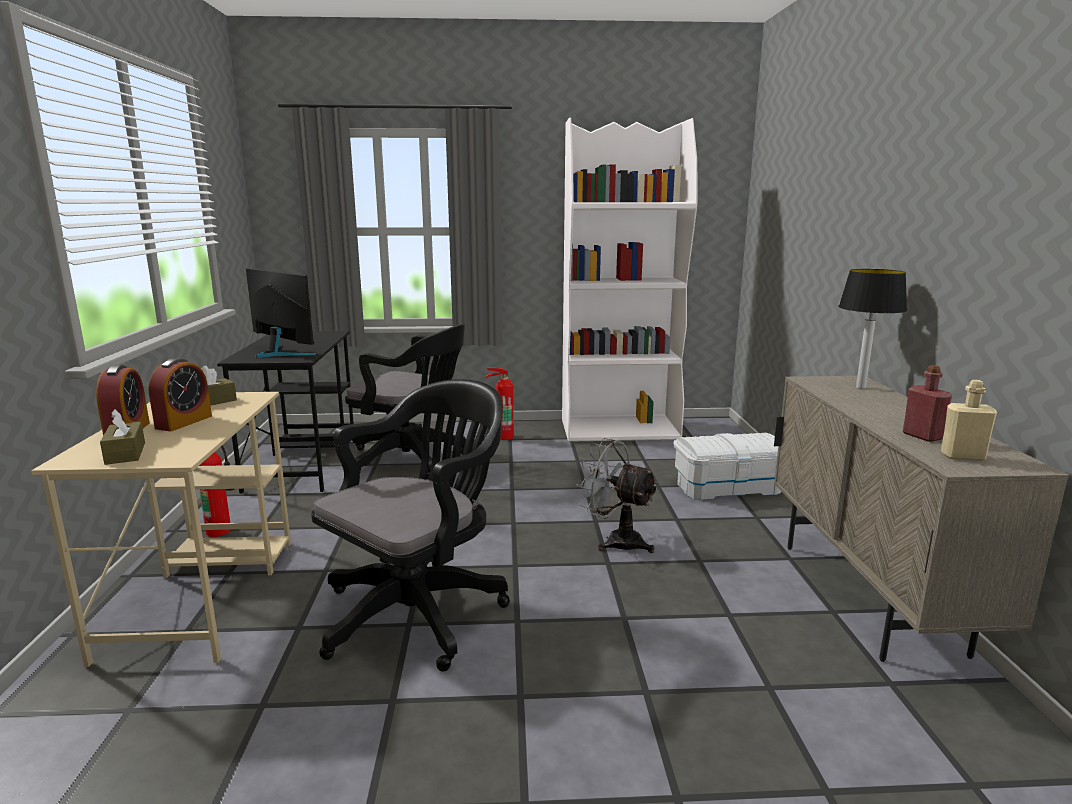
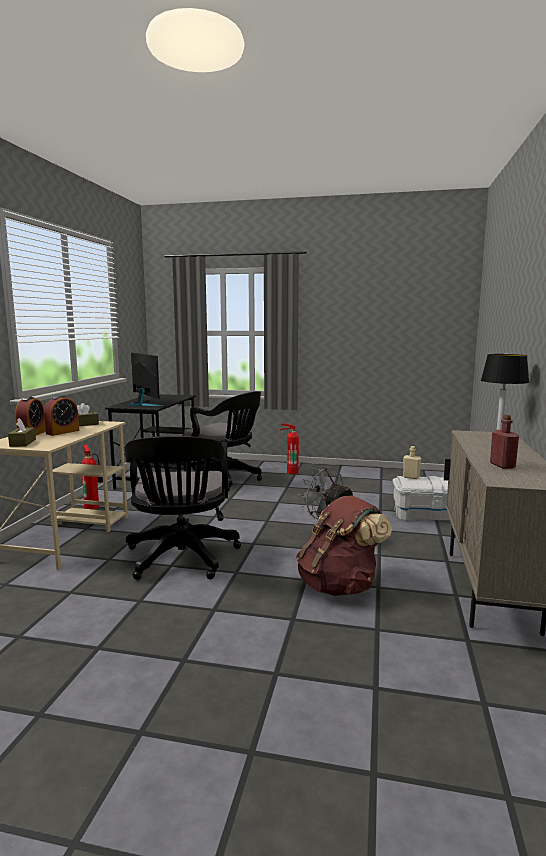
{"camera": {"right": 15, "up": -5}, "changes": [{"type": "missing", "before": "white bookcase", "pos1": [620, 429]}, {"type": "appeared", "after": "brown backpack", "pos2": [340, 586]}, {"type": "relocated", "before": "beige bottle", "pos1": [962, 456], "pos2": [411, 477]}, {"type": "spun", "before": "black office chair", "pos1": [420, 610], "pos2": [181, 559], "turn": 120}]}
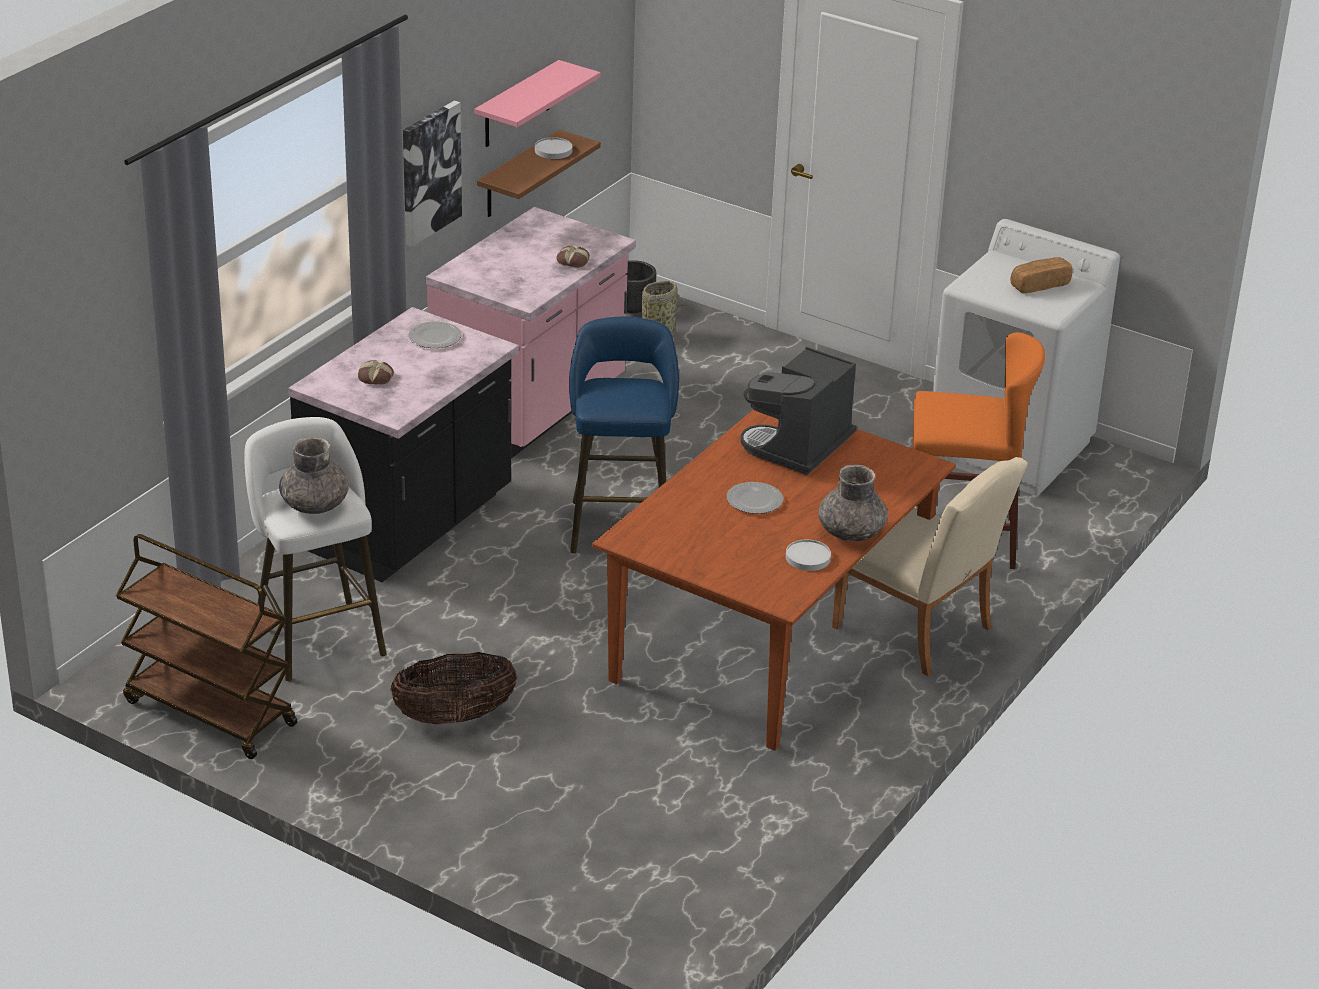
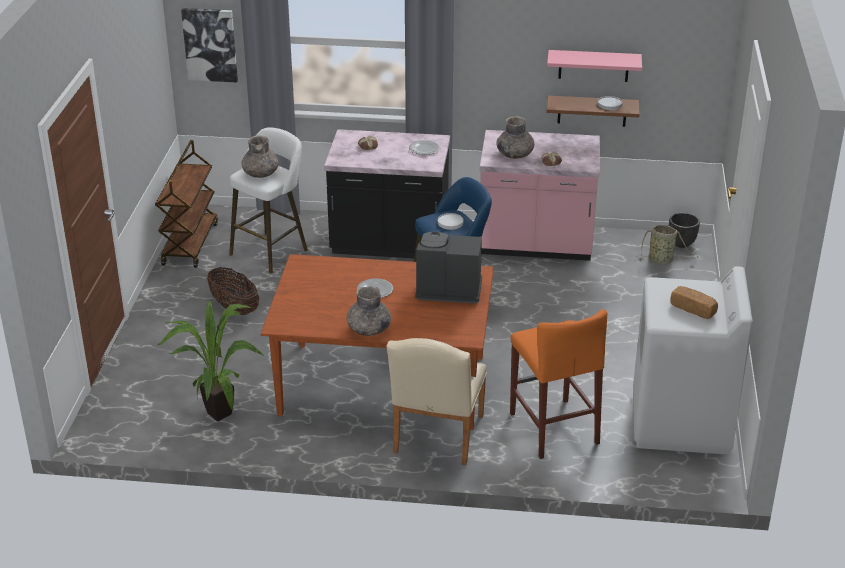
{"camera": {"right": 65, "up": 0}, "changes": [{"type": "appeared", "after": "potted plant", "pos2": [216, 411]}, {"type": "appeared", "after": "grey vase", "pos2": [514, 154]}, {"type": "relocated", "before": "picture", "pos1": [429, 172], "pos2": [210, 44]}, {"type": "relocated", "before": "white plate", "pos1": [807, 558], "pos2": [450, 223]}]}
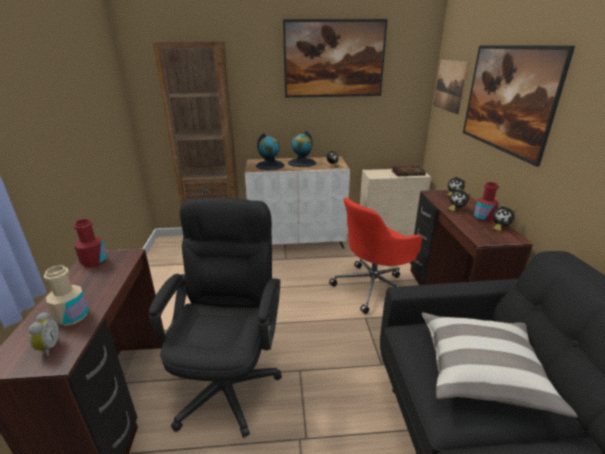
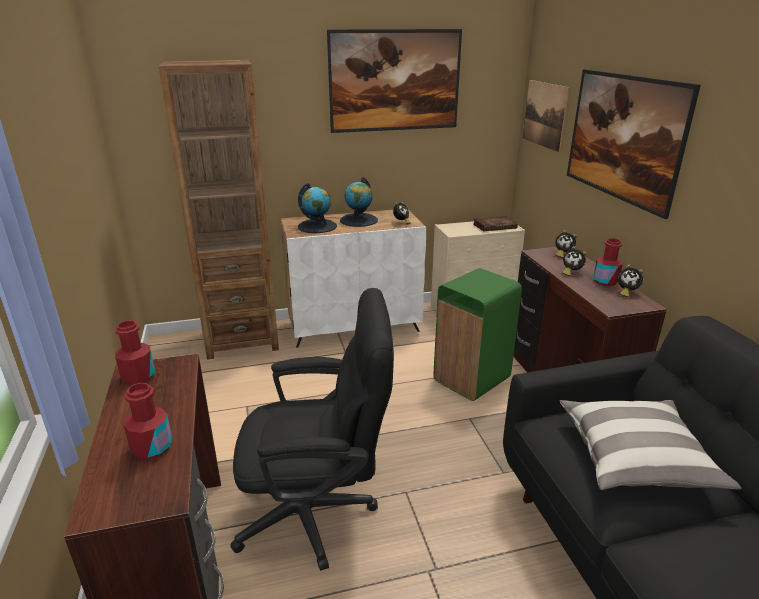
{"camera": {"right": -10, "up": 0}, "changes": [{"type": "missing", "before": "alarm clock", "pos1": [48, 348]}, {"type": "exchanged", "before": "red office chair", "after": "green trash can", "pos1": [374, 287], "pos2": [470, 379]}, {"type": "colour", "before": "beige bottle", "after": "red bottle", "pos1": [72, 316], "pos2": [152, 447]}, {"type": "spun", "before": "black office chair", "pos1": [229, 377], "pos2": [318, 512], "turn": 90}]}
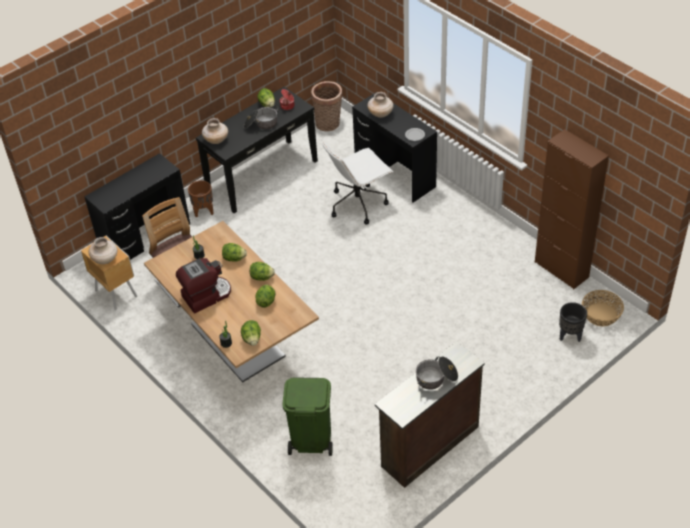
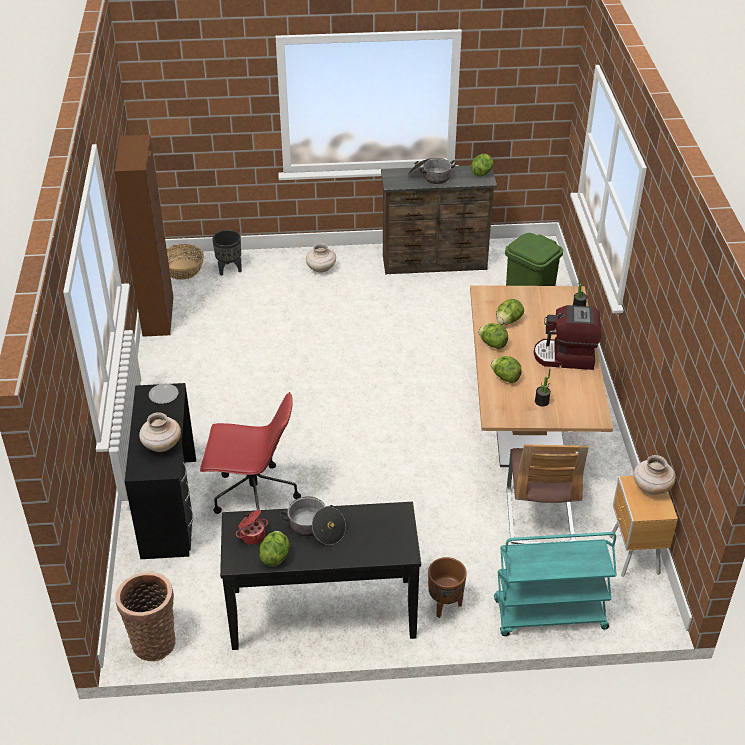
{"camera": {"right": -145, "up": -5}, "changes": [{"type": "relocated", "before": "beige vase", "pos1": [216, 140], "pos2": [321, 269]}, {"type": "relocated", "before": "lettuce", "pos1": [252, 339], "pos2": [482, 173]}, {"type": "exchanged", "before": "black desk", "after": "turquoise cart", "pos1": [145, 237], "pos2": [549, 615]}, {"type": "colour", "before": "white office chair", "after": "red office chair", "pos1": [358, 203], "pos2": [253, 496]}]}
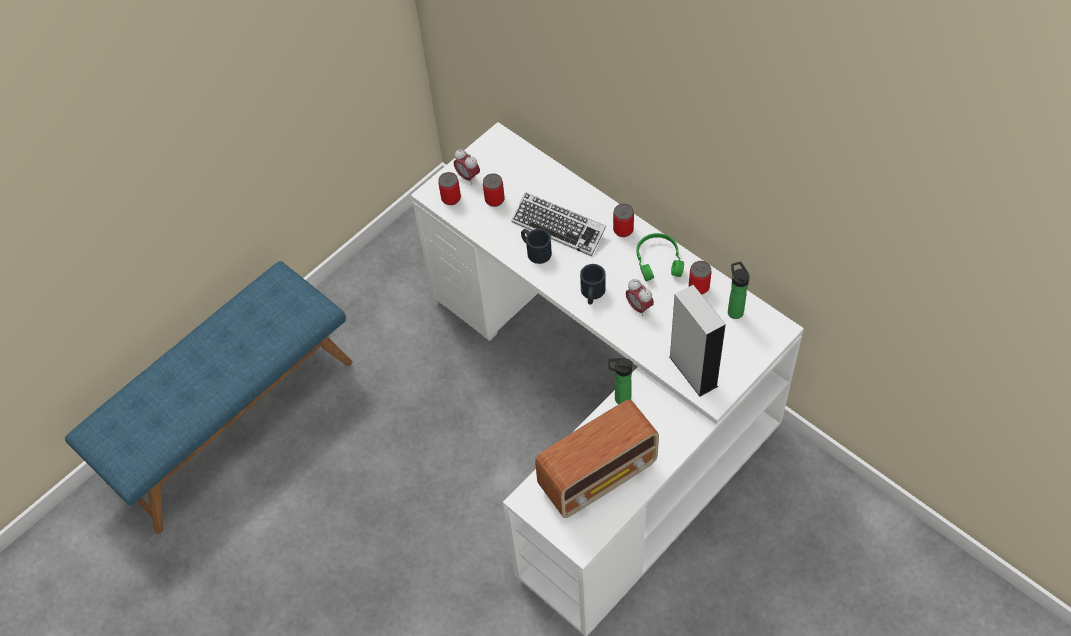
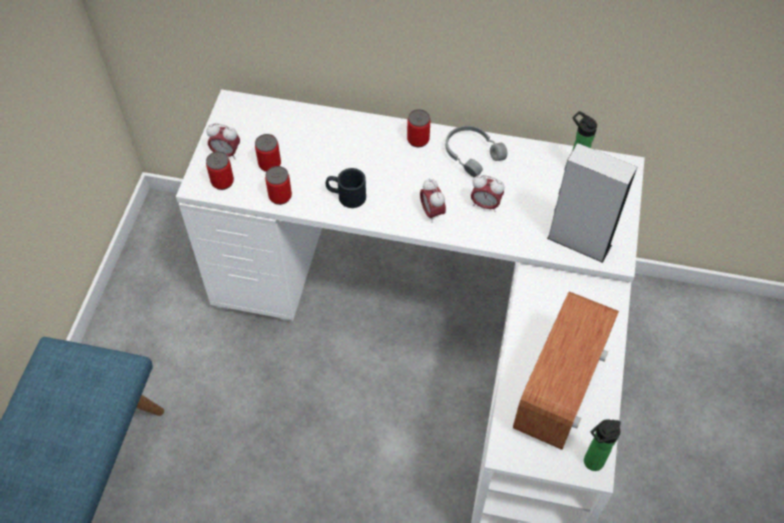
{"camera": {"right": -35, "up": 0}, "changes": [{"type": "missing", "before": "keyboard", "pos1": [558, 227]}, {"type": "relocated", "before": "bottle", "pos1": [620, 399], "pos2": [590, 463]}, {"type": "relocated", "before": "can", "pos1": [699, 287], "pos2": [280, 196]}, {"type": "exchanged", "before": "black mug", "after": "alarm clock", "pos1": [592, 294], "pos2": [432, 212]}, {"type": "colour", "before": "green headphones", "after": "grey headphones", "pos1": [659, 261], "pos2": [472, 154]}]}
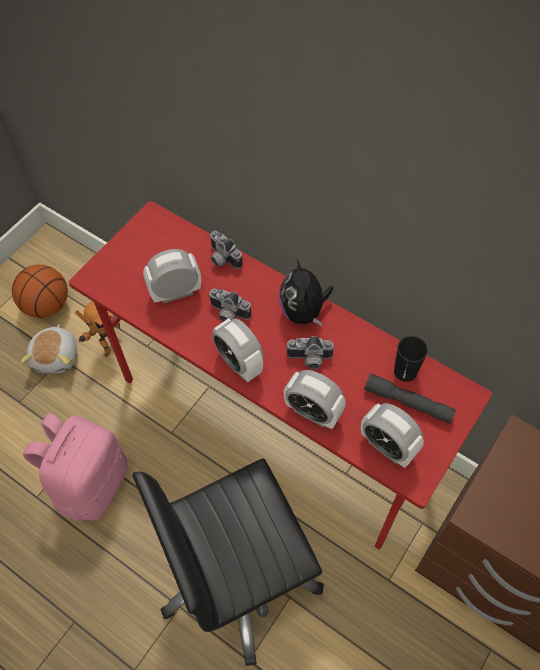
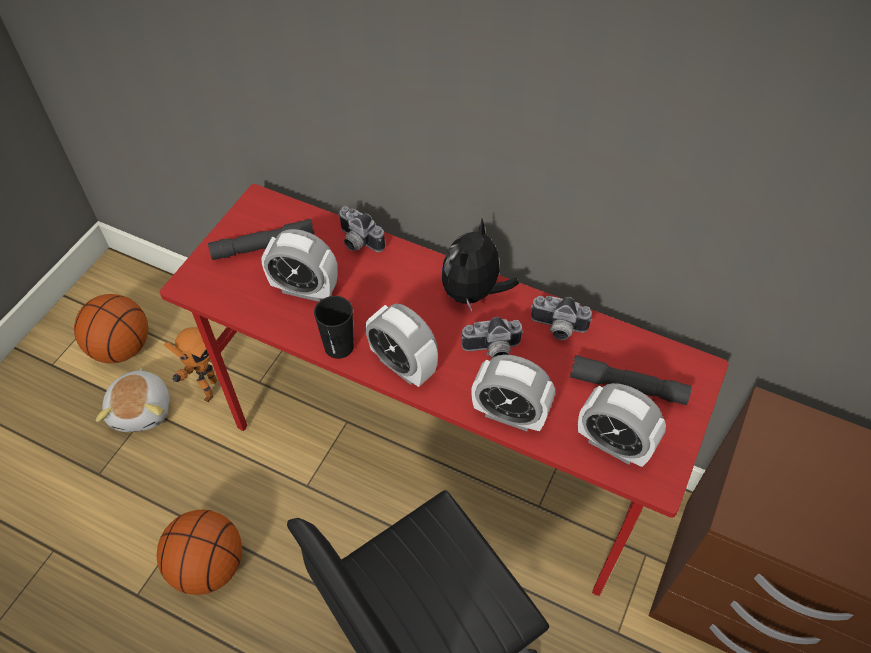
{"camera": {"right": -10, "up": -5}, "changes": [{"type": "appeared", "after": "grey flashlight", "pos2": [263, 247]}, {"type": "relocated", "before": "photo camera", "pos1": [227, 314], "pos2": [557, 329]}, {"type": "relocated", "before": "black cup", "pos1": [405, 371], "pos2": [339, 346]}, {"type": "exchanged", "before": "pink backpack", "after": "basketball", "pos1": [90, 483], "pos2": [209, 565]}, {"type": "spun", "before": "alarm clock", "pos1": [176, 293], "pos2": [304, 289], "turn": -135}, {"type": "spun", "before": "plush toy", "pos1": [304, 312], "pos2": [473, 293], "turn": 45}]}
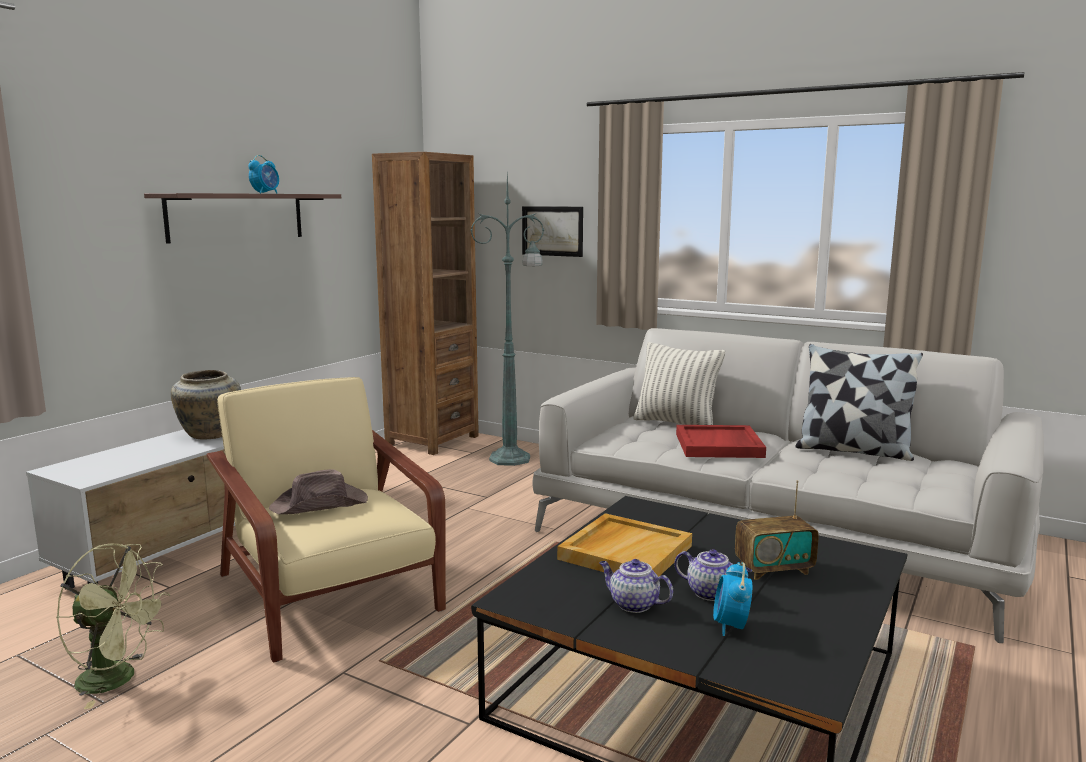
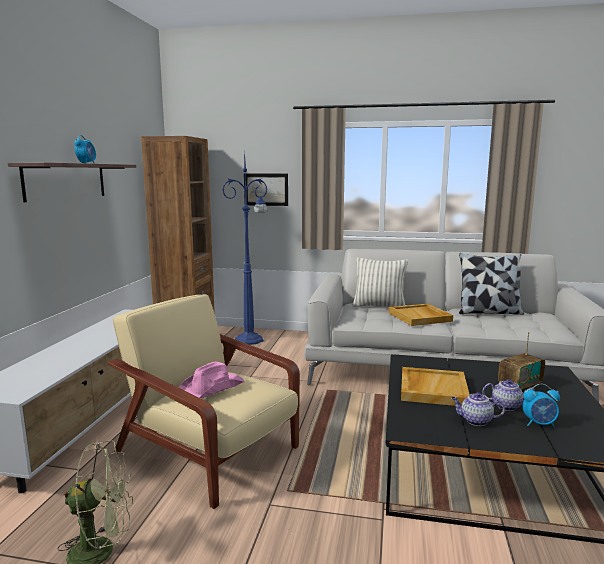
{"camera": {"right": -20, "up": 0}, "changes": [{"type": "missing", "before": "beige vase", "pos1": [209, 435]}, {"type": "colour", "before": "brown hat", "after": "pink hat", "pos1": [320, 505], "pos2": [212, 388]}, {"type": "colour", "before": "green floor lamp", "after": "blue floor lamp", "pos1": [512, 458], "pos2": [250, 340]}, {"type": "colour", "before": "red tray", "after": "beige tray", "pos1": [719, 445], "pos2": [420, 317]}, {"type": "spun", "before": "alarm clock", "pos1": [731, 626], "pos2": [539, 424], "turn": -75}]}
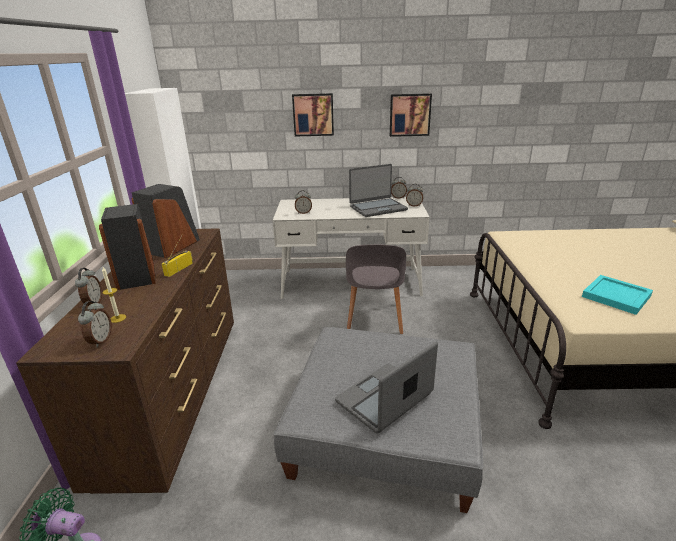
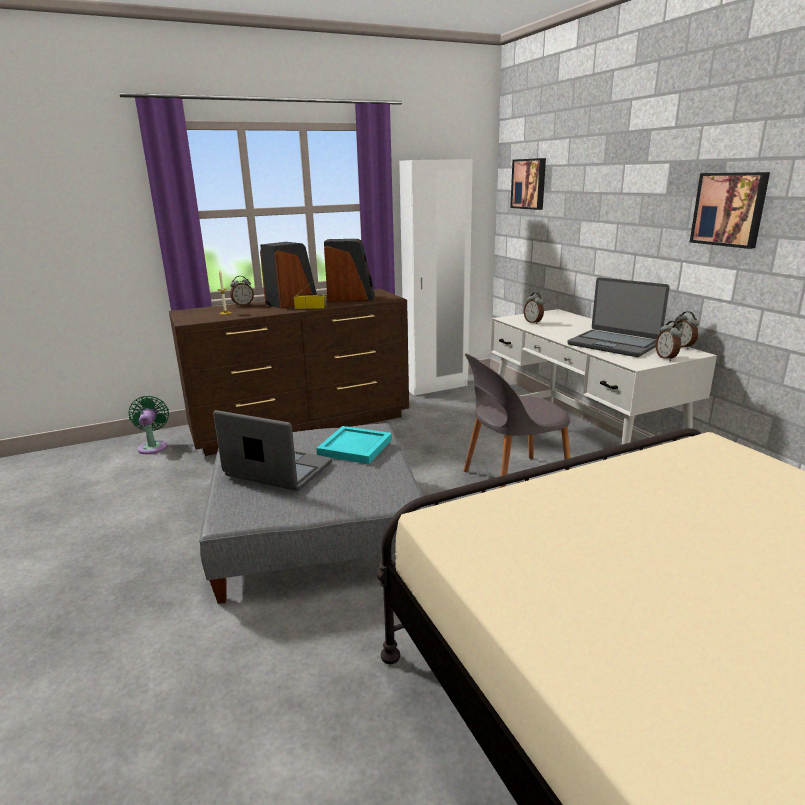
{"camera": {"right": 65, "up": -5}, "changes": [{"type": "missing", "before": "alarm clock", "pos1": [100, 341]}, {"type": "relocated", "before": "picture", "pos1": [313, 114], "pos2": [529, 184]}, {"type": "relocated", "before": "turquoise tray", "pos1": [617, 296], "pos2": [355, 448]}]}
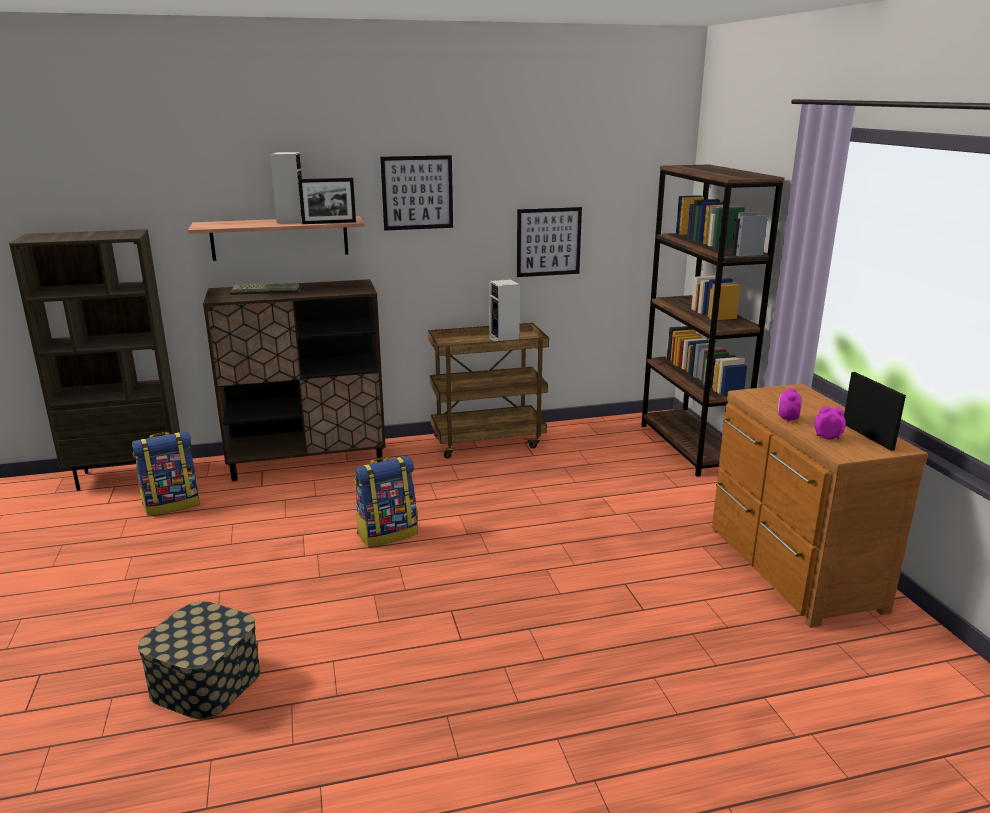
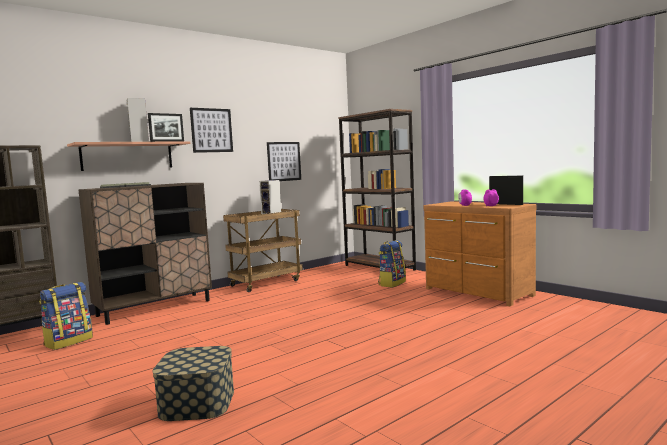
{"camera": {"right": -25, "up": -15}, "changes": [{"type": "relocated", "before": "backpack", "pos1": [387, 533], "pos2": [392, 283]}]}
